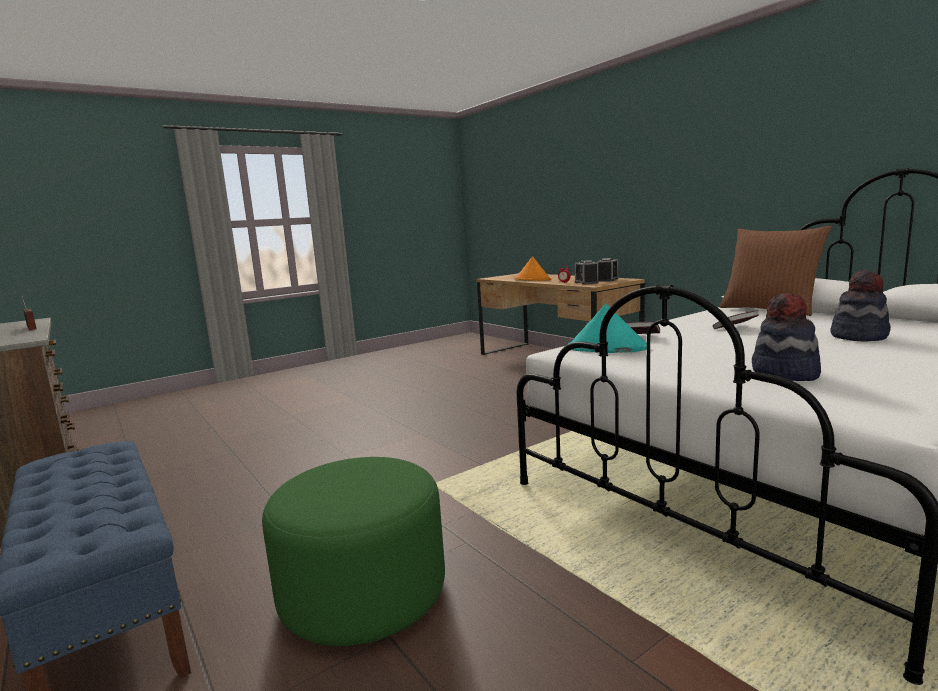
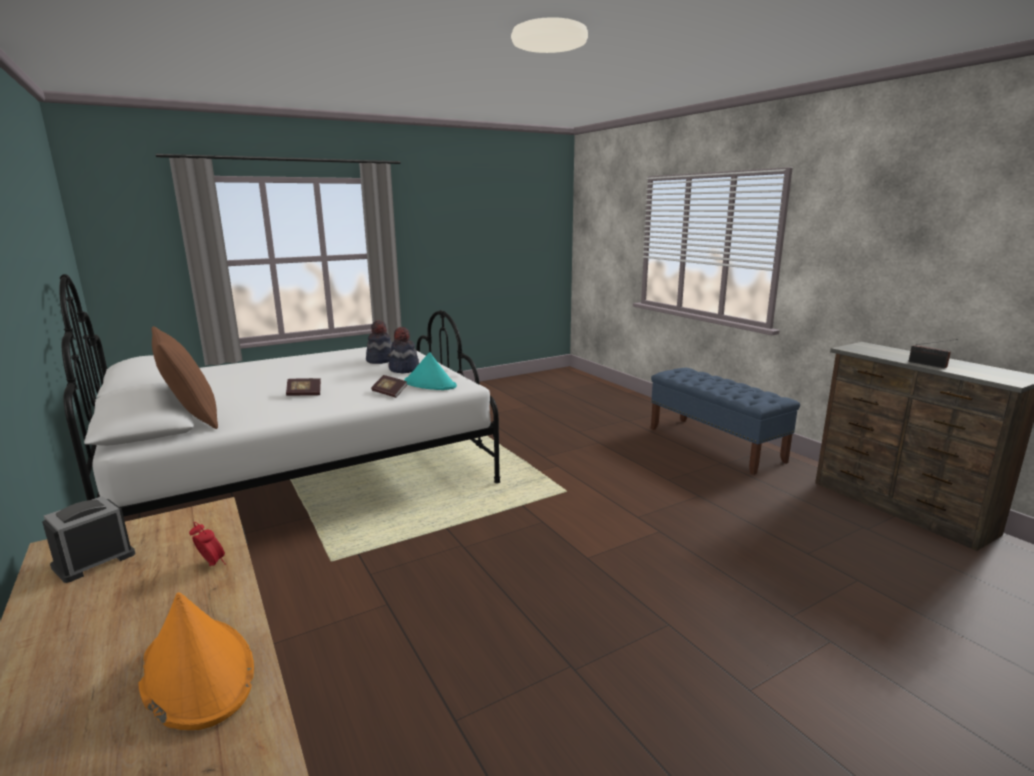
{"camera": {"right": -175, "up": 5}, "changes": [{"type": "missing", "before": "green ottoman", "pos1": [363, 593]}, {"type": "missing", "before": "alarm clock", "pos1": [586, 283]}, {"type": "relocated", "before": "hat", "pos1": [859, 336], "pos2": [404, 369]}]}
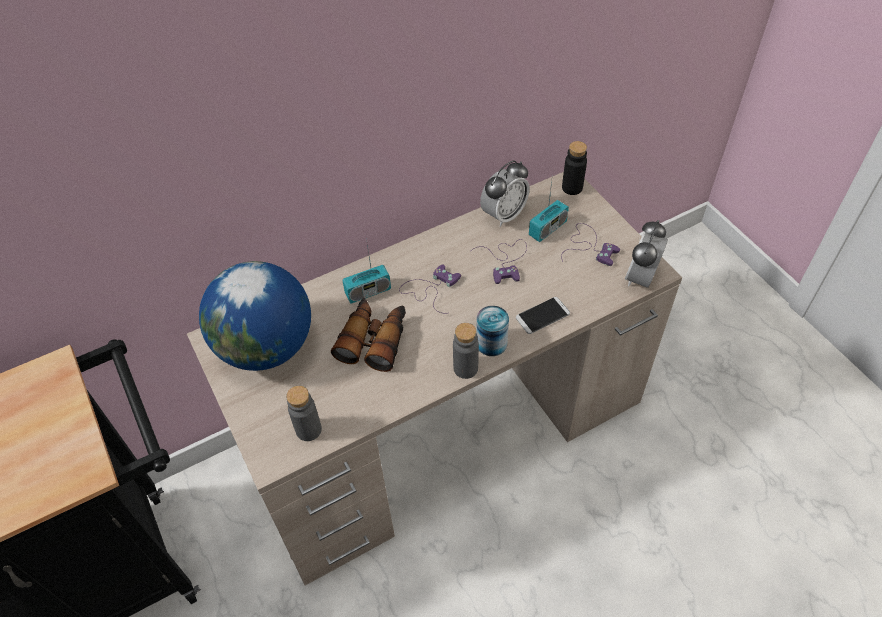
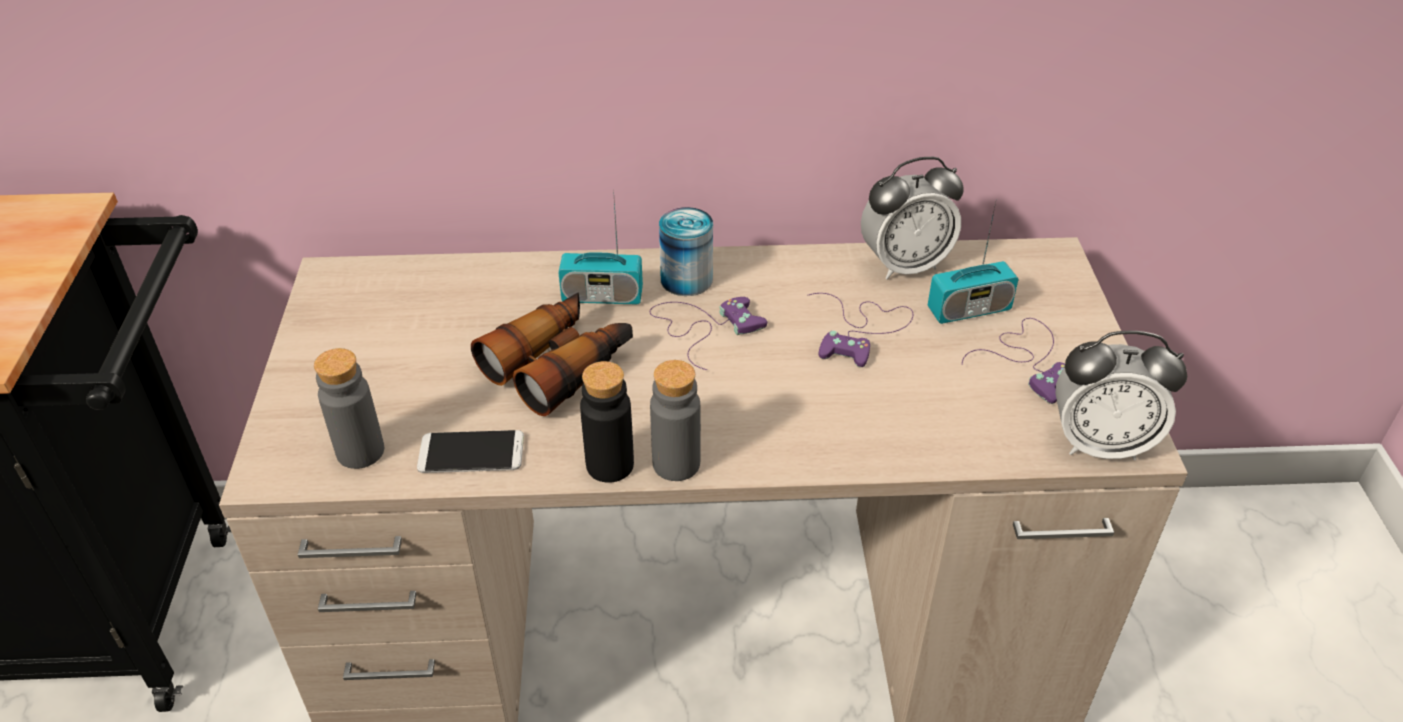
{"camera": {"right": 25, "up": -10}, "changes": [{"type": "missing", "before": "globe", "pos1": [266, 347]}, {"type": "relocated", "before": "can", "pos1": [491, 343], "pos2": [686, 279]}, {"type": "relocated", "before": "phone", "pos1": [542, 316], "pos2": [471, 453]}, {"type": "relocated", "before": "black bottle", "pos1": [572, 188], "pos2": [610, 465]}, {"type": "spun", "before": "alarm clock", "pos1": [641, 278], "pos2": [1100, 444], "turn": -135}]}
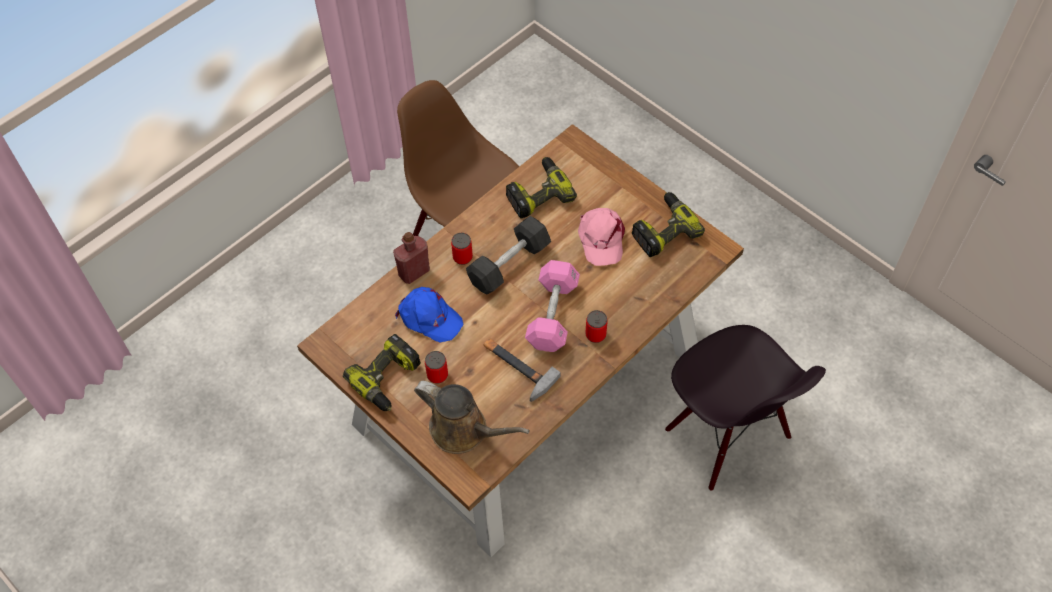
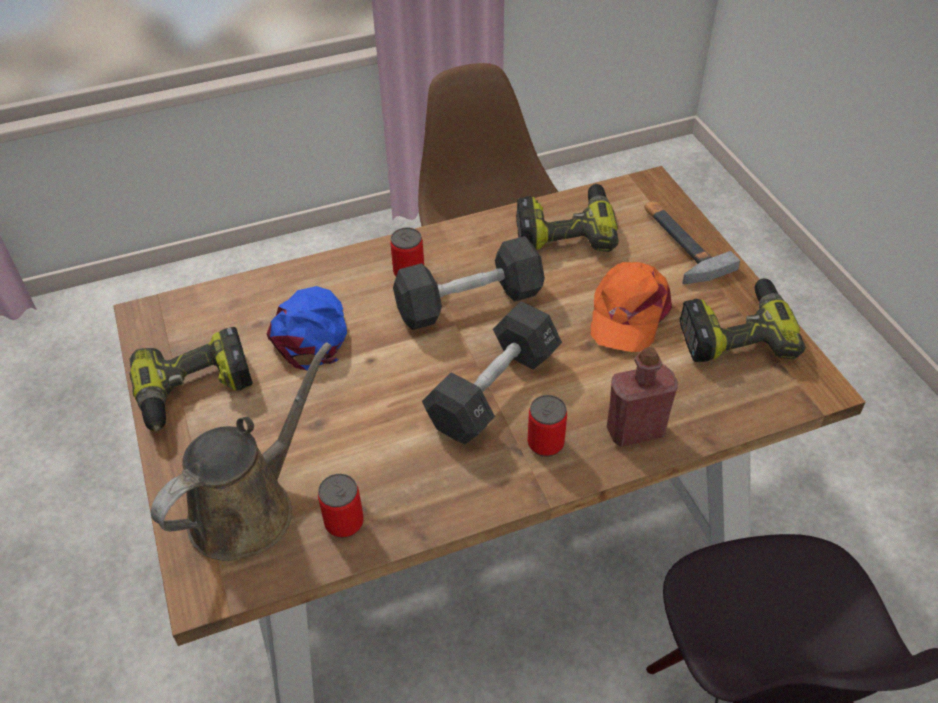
{"camera": {"right": 25, "up": -10}, "changes": [{"type": "relocated", "before": "red bottle", "pos1": [414, 272], "pos2": [635, 431]}, {"type": "relocated", "before": "can", "pos1": [437, 375], "pos2": [344, 523]}, {"type": "relocated", "before": "hammer", "pos1": [516, 368], "pos2": [678, 243]}, {"type": "colour", "before": "pink dumbbell", "after": "black dumbbell", "pos1": [552, 314], "pos2": [493, 390]}, {"type": "colour", "before": "pink cap", "after": "orange cap", "pos1": [601, 239], "pos2": [628, 313]}, {"type": "spun", "before": "blue cap", "pos1": [429, 317], "pos2": [310, 331], "turn": -150}, {"type": "spun", "before": "brown watering can", "pos1": [464, 430], "pos2": [249, 508], "turn": -105}]}
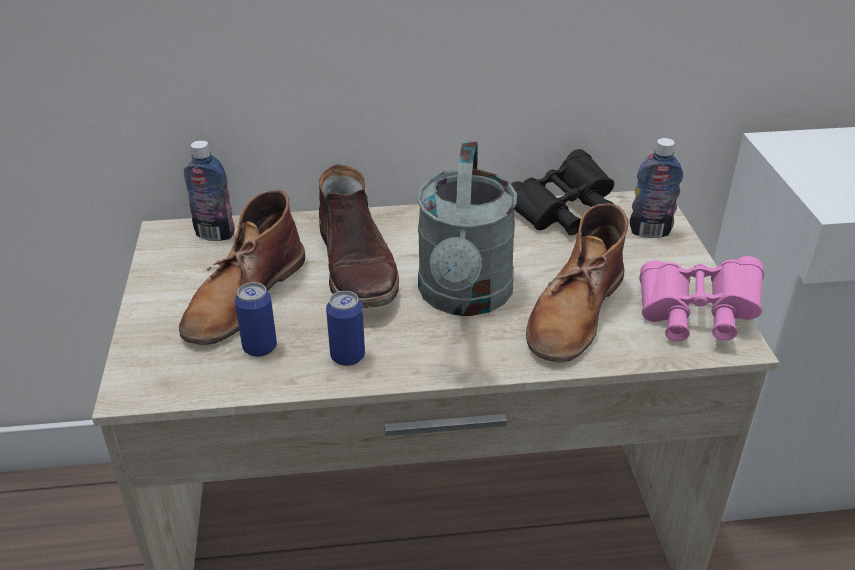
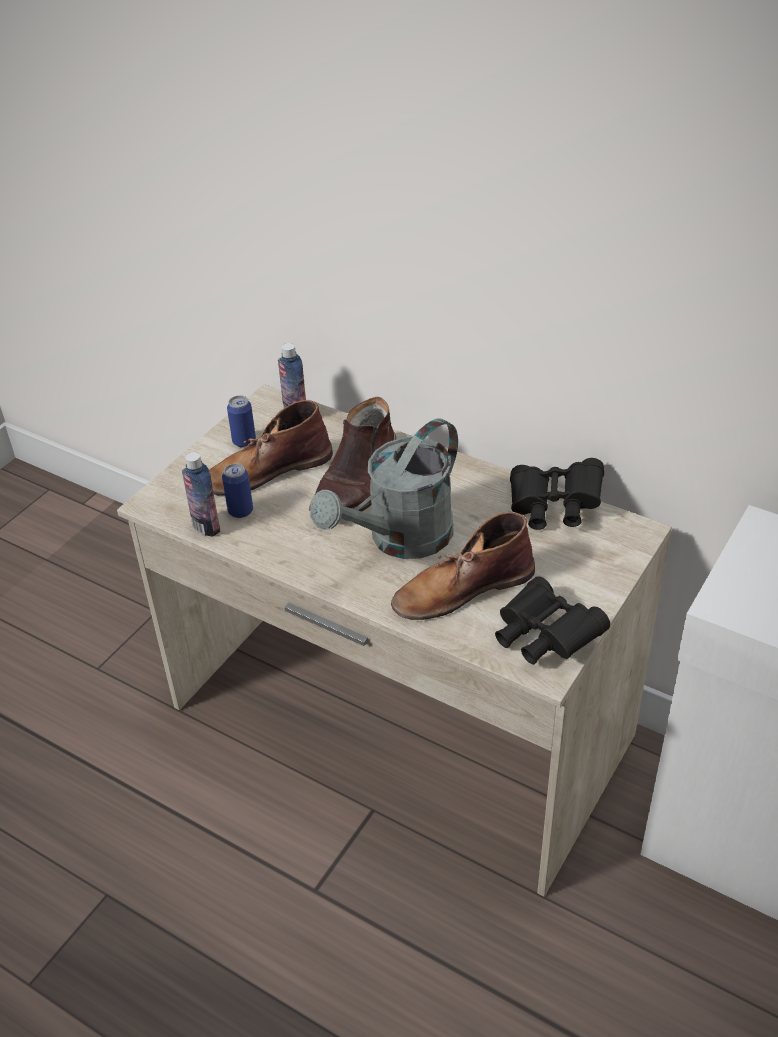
{"camera": {"right": 40, "up": 5}, "changes": [{"type": "relocated", "before": "can", "pos1": [347, 356], "pos2": [244, 441]}, {"type": "relocated", "before": "bottle", "pos1": [649, 232], "pos2": [206, 527]}, {"type": "colour", "before": "pink binoculars", "after": "black binoculars", "pos1": [695, 317], "pos2": [544, 637]}]}
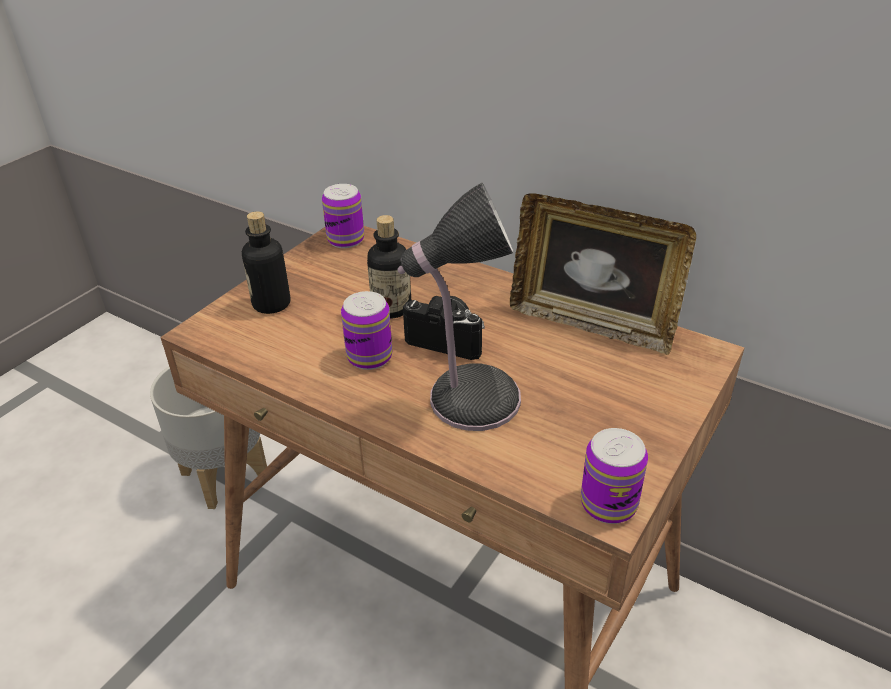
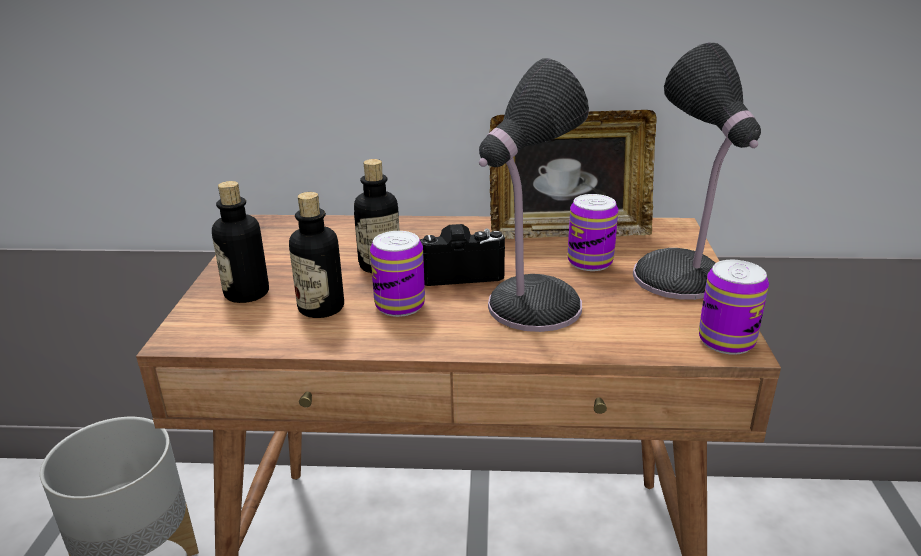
{"camera": {"right": -30, "up": -10}, "changes": [{"type": "appeared", "after": "bottle", "pos2": [321, 308]}, {"type": "appeared", "after": "table lamp", "pos2": [681, 281]}, {"type": "relocated", "before": "can", "pos1": [346, 239], "pos2": [590, 262]}]}
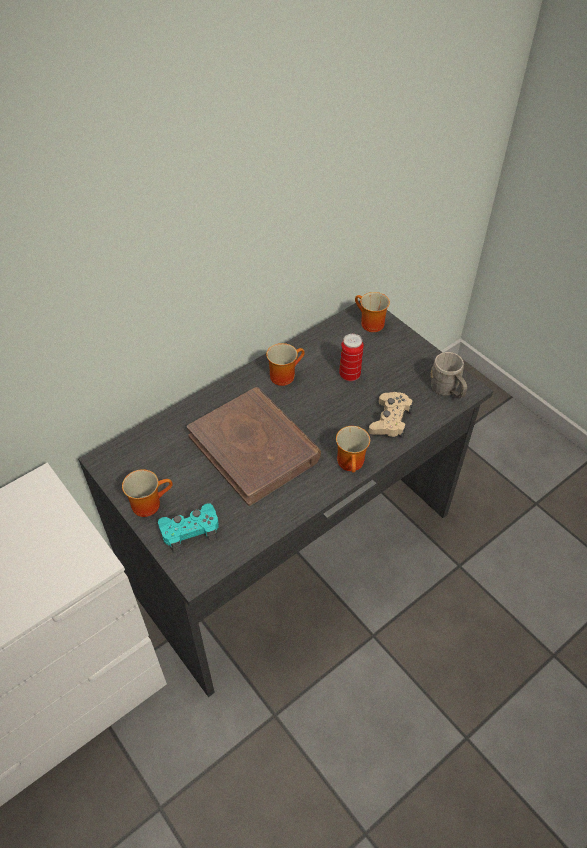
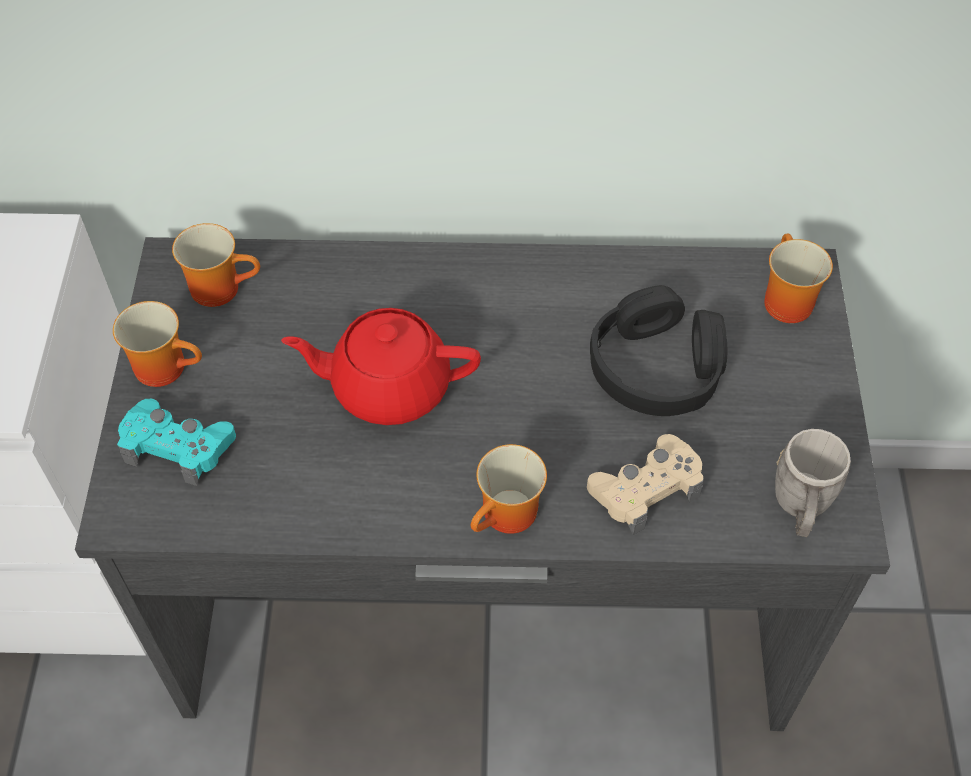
{"camera": {"right": 40, "up": 5}, "changes": [{"type": "relocated", "before": "mug", "pos1": [283, 374], "pos2": [221, 286]}, {"type": "exchanged", "before": "brown book", "after": "red teapot", "pos1": [254, 448], "pos2": [388, 386]}, {"type": "exchanged", "before": "can", "after": "black headphones", "pos1": [349, 375], "pos2": [656, 367]}]}
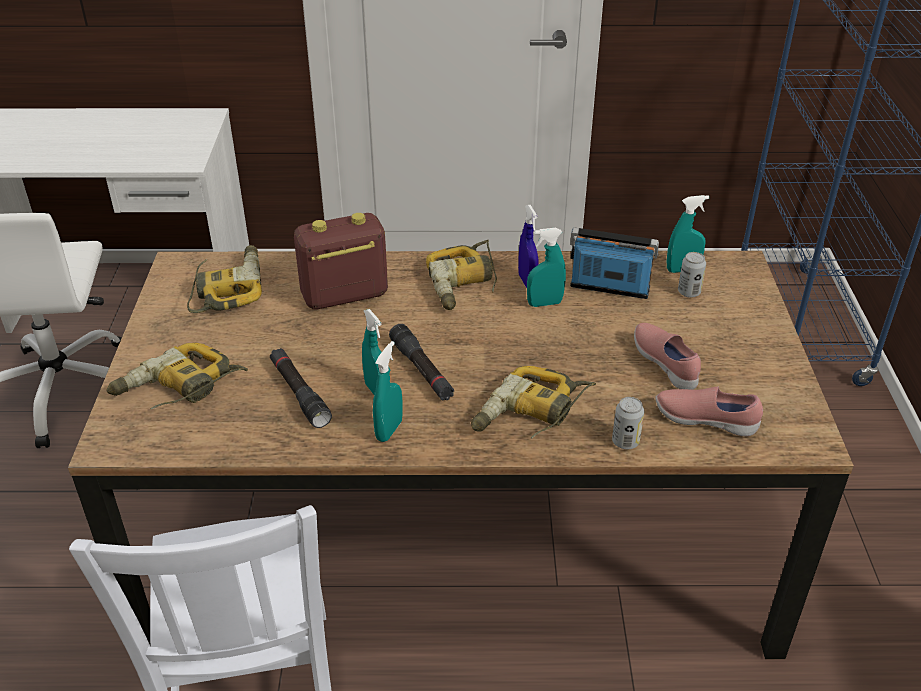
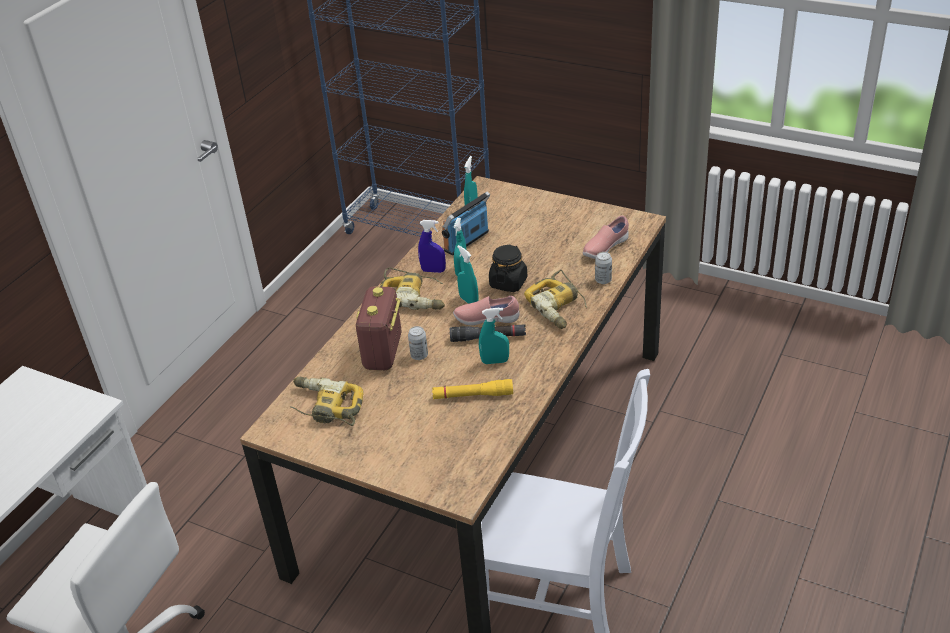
{"camera": {"right": -60, "up": 0}, "changes": [{"type": "missing", "before": "power drill", "pos1": [178, 389]}, {"type": "appeared", "after": "black jar", "pos2": [508, 282]}, {"type": "relocated", "before": "turquoise spray bottle", "pos1": [389, 430], "pos2": [469, 301]}, {"type": "relocated", "before": "pink shoe", "pos1": [666, 364], "pos2": [486, 319]}, {"type": "relocated", "before": "can", "pos1": [689, 292], "pos2": [419, 355]}, {"type": "colour", "before": "black flashlight", "after": "yellow flashlight", "pos1": [299, 393], "pos2": [473, 395]}]}
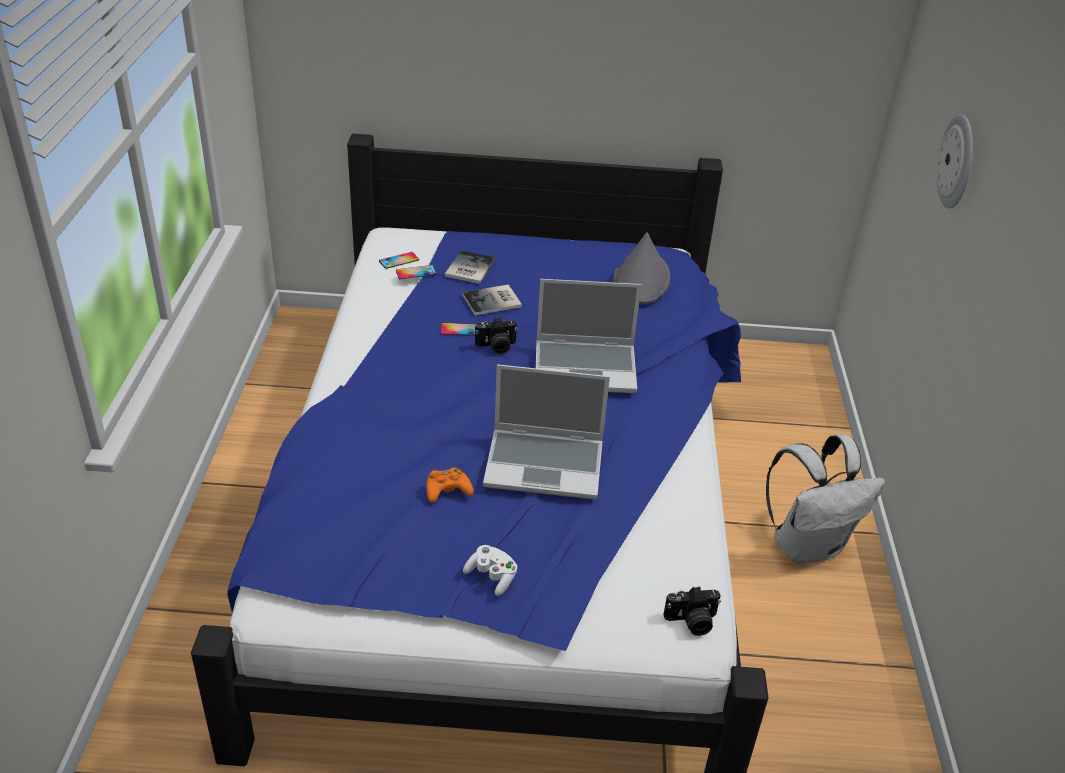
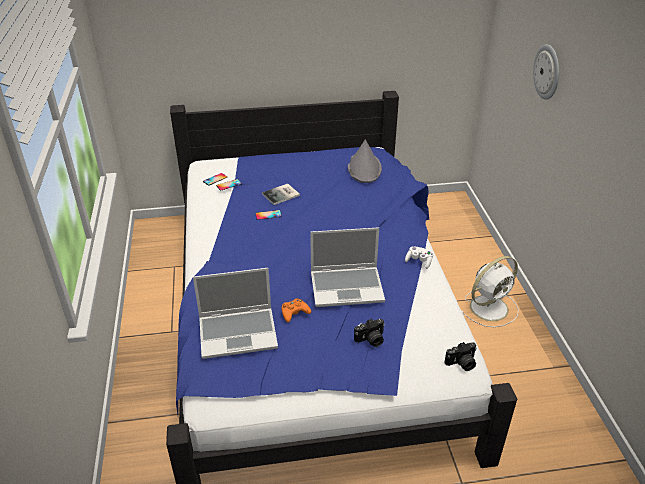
{"camera": {"right": -10, "up": 0}, "changes": [{"type": "missing", "before": "book", "pos1": [468, 268]}, {"type": "relocated", "before": "white game controller", "pos1": [492, 577], "pos2": [419, 261]}, {"type": "relocated", "before": "photo camera", "pos1": [496, 347], "pos2": [371, 340]}, {"type": "relocated", "before": "laptop", "pos1": [586, 367], "pos2": [239, 333]}, {"type": "exchanged", "before": "white backpack", "after": "white fan", "pos1": [808, 545], "pos2": [490, 307]}]}
